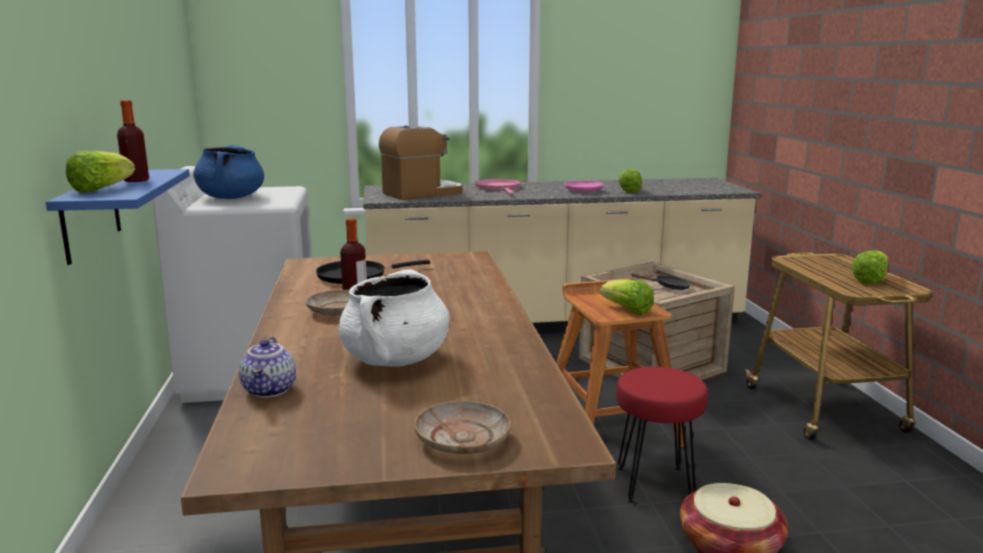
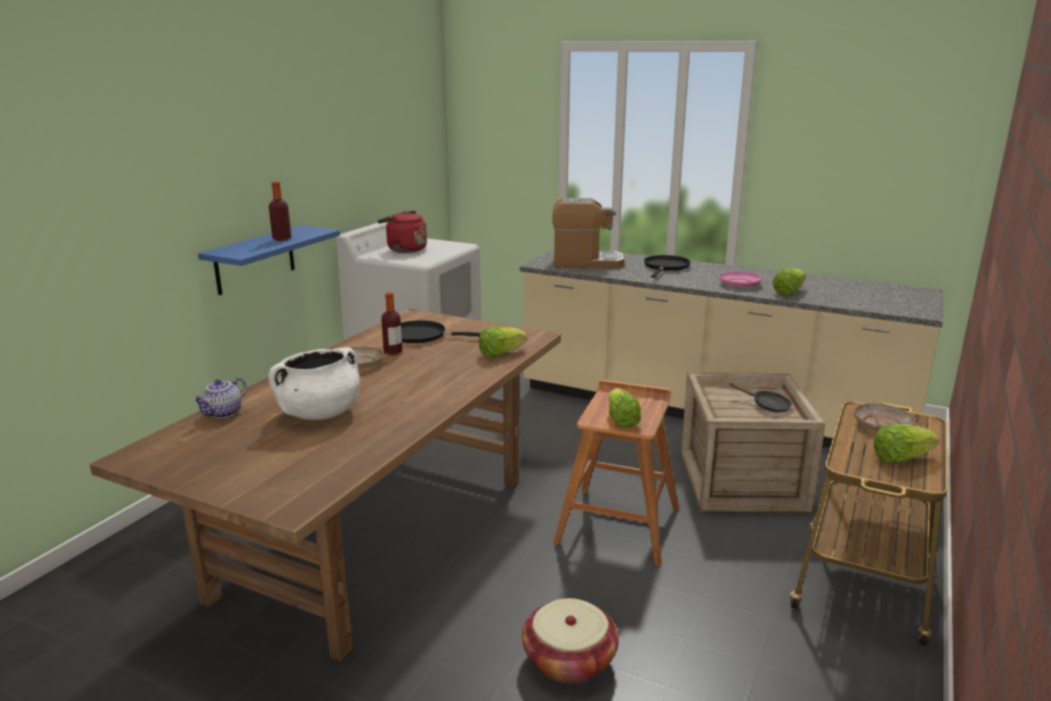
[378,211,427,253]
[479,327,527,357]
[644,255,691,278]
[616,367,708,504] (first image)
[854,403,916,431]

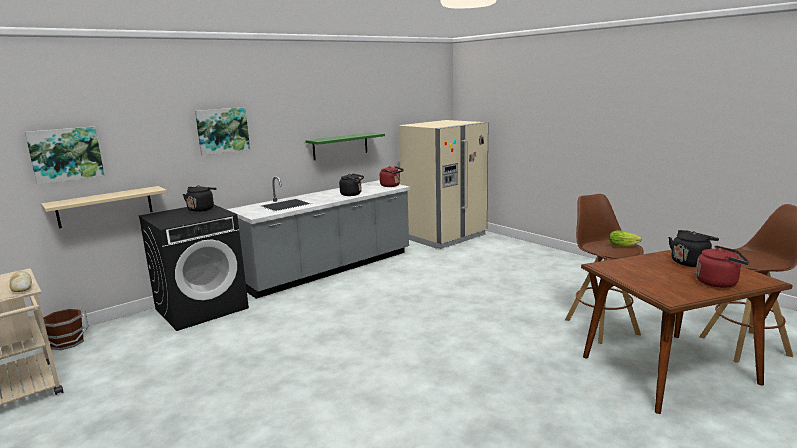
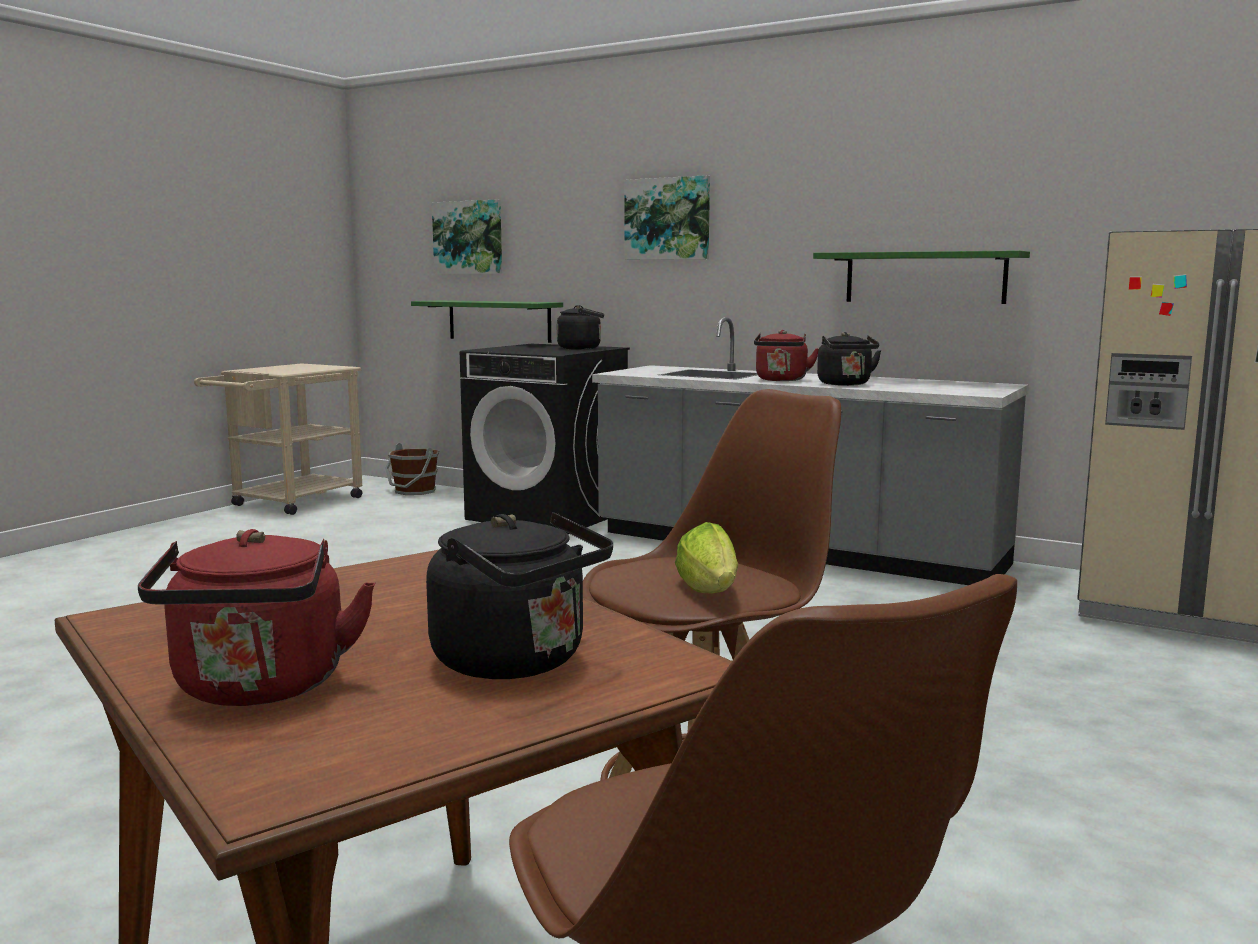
[754,330,819,381]
[411,300,563,343]
[9,271,32,292] (first image)

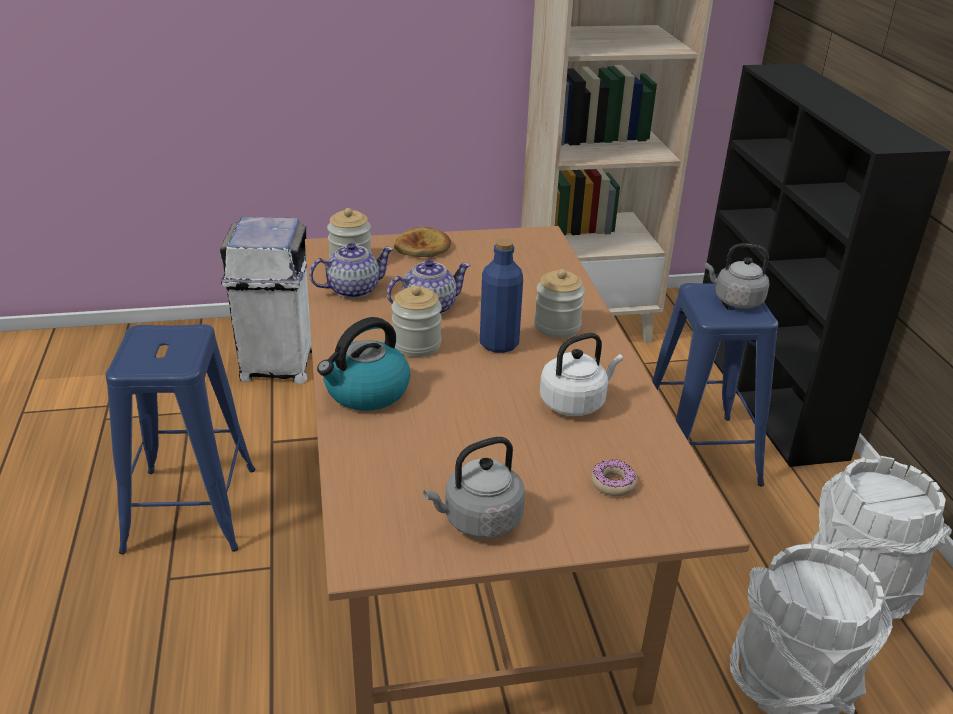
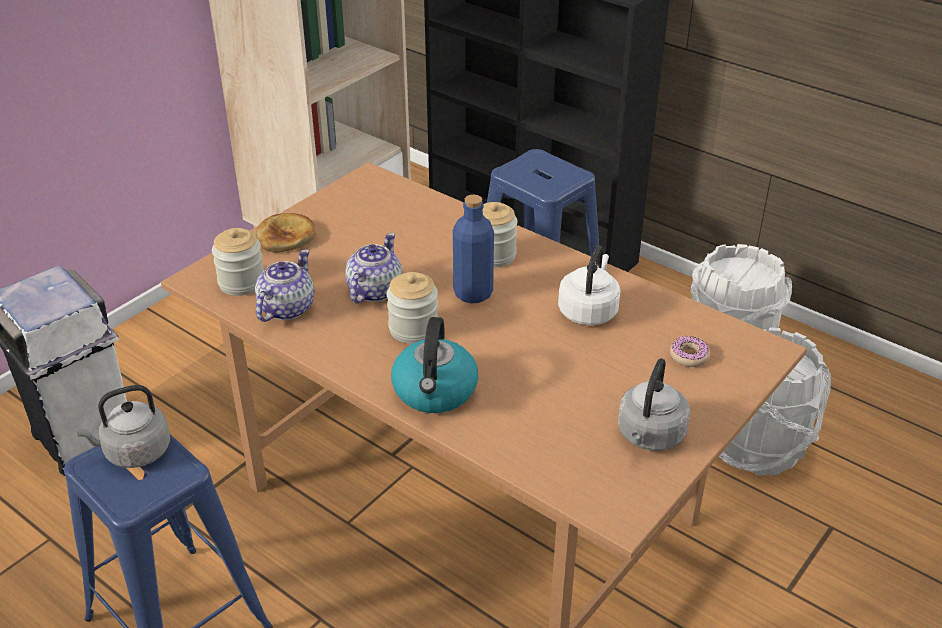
[75,385,170,468]

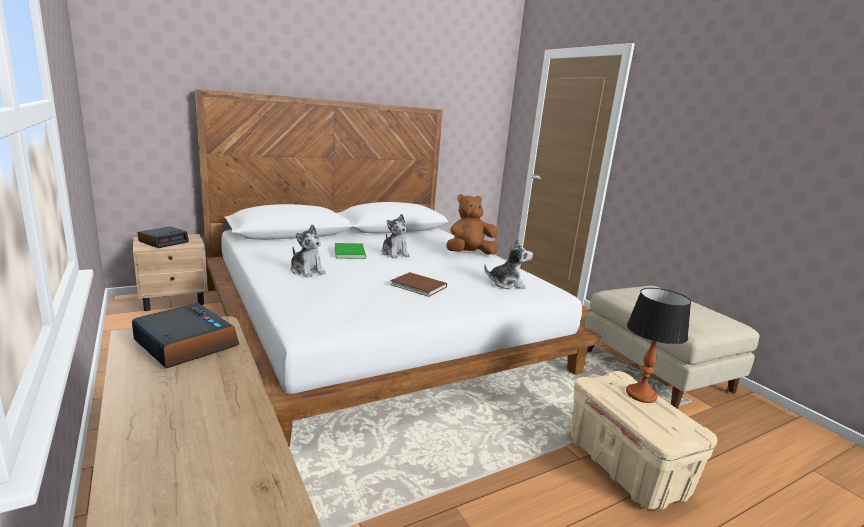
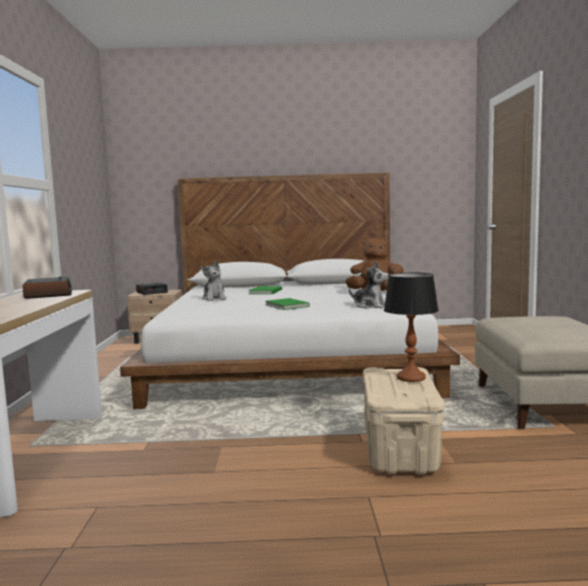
[382,214,410,259] (first image)
[266,298,310,310]

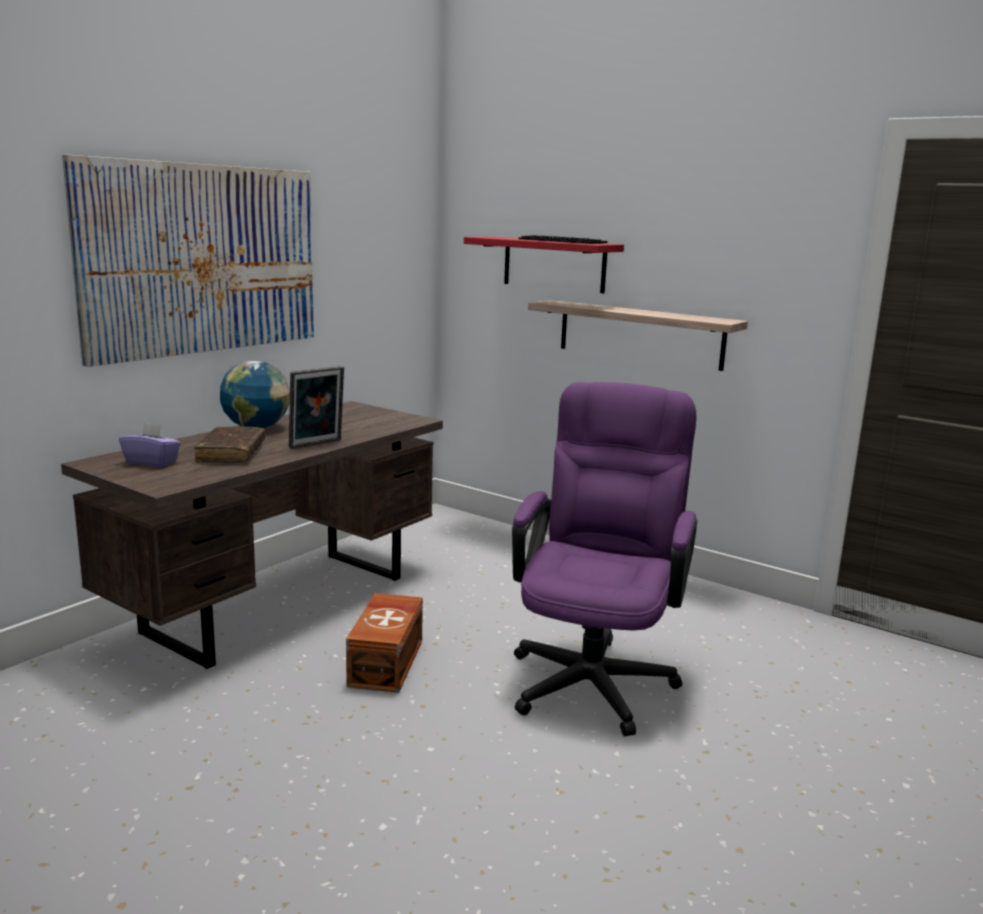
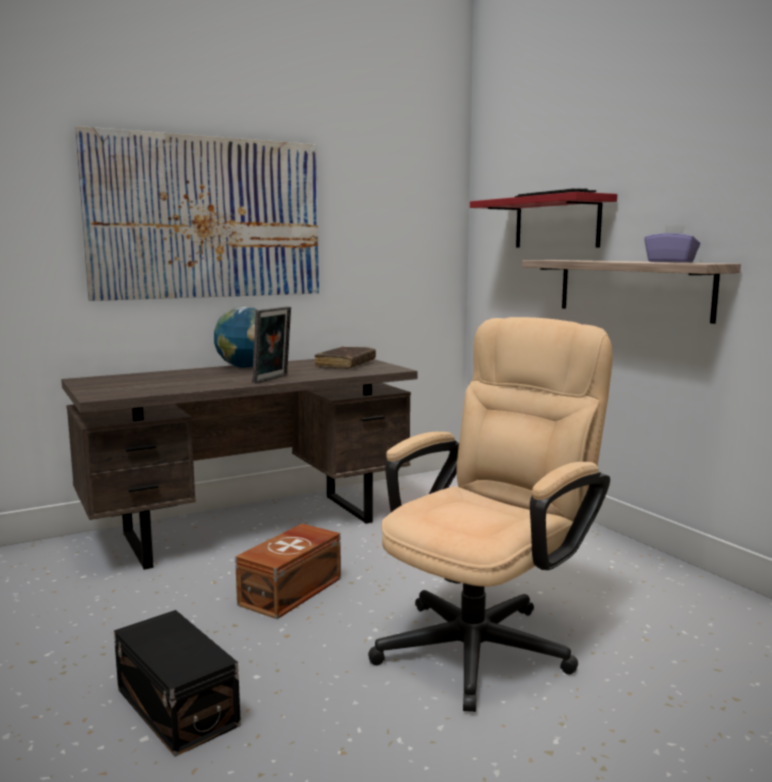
[252,306,291,384]
[368,317,613,712]
[644,225,700,263]
[315,346,376,369]
[114,610,241,757]

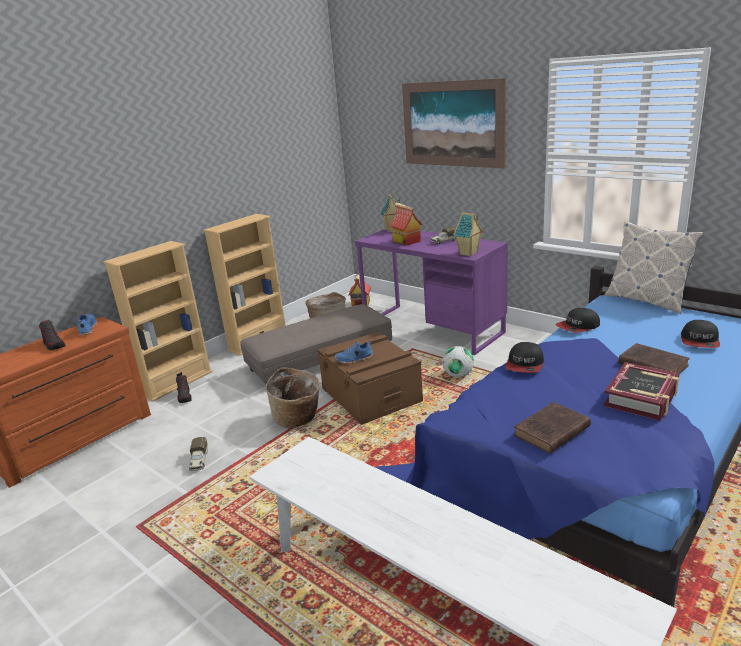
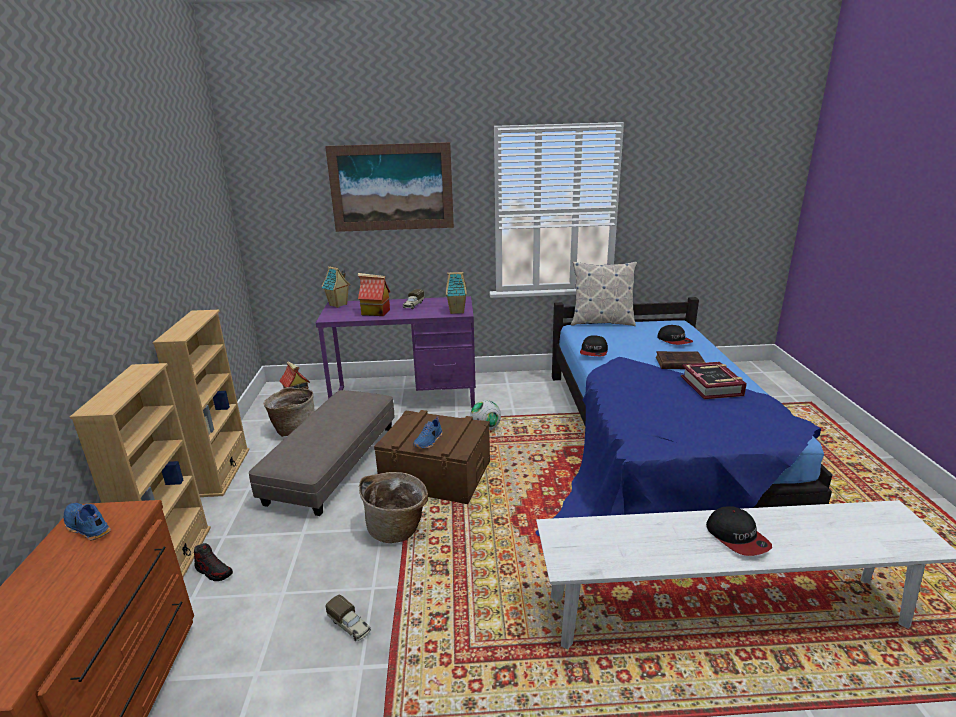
[39,320,66,350] (first image)
[706,506,772,556]
[513,402,591,454] (first image)

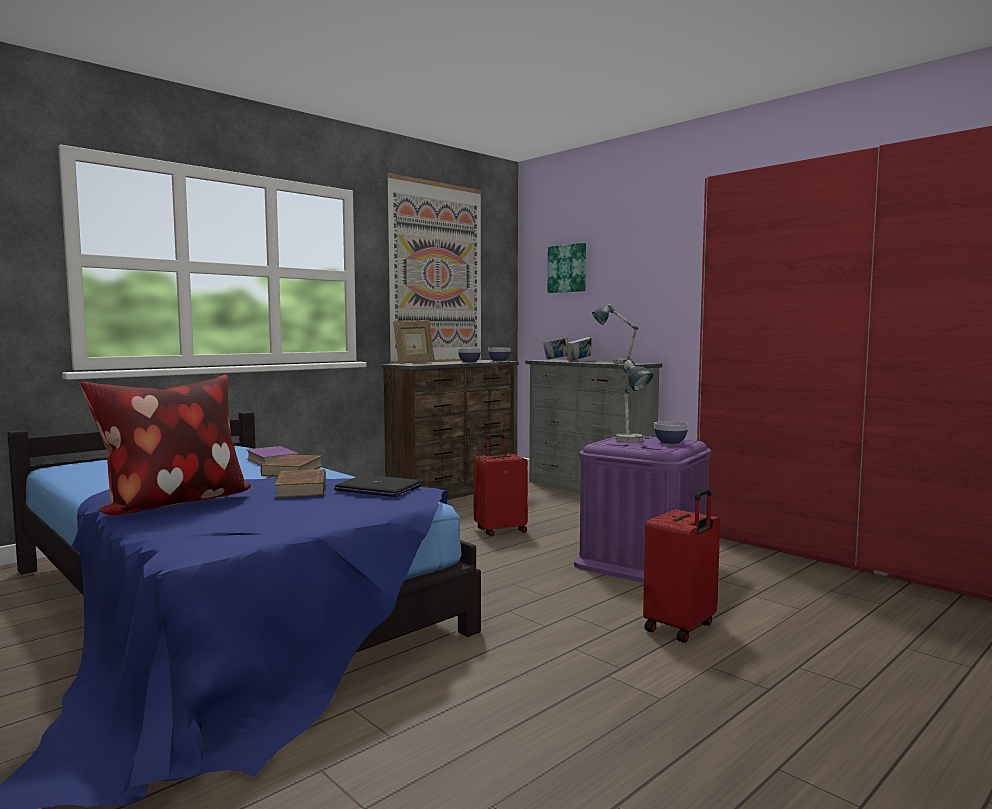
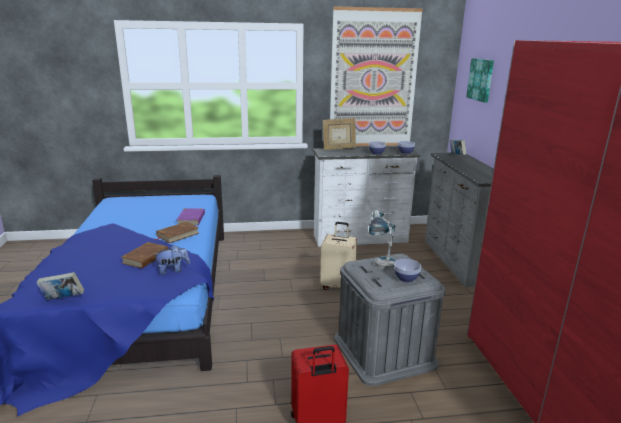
[592,304,638,363] (first image)
[36,272,84,300]
[313,147,420,247]
[80,375,251,515] (first image)
[320,222,357,290]
[335,254,446,386]
[153,245,190,275]

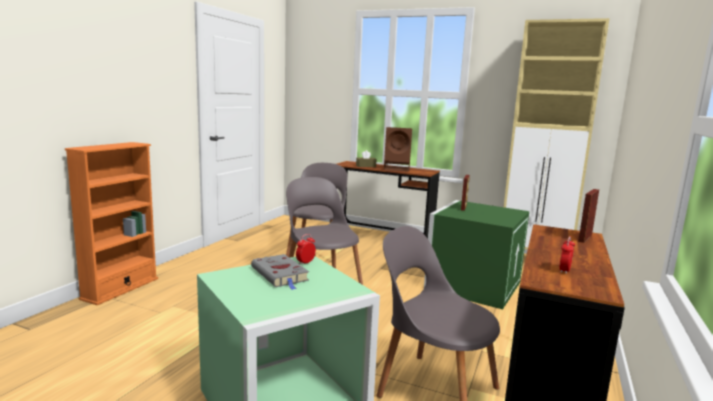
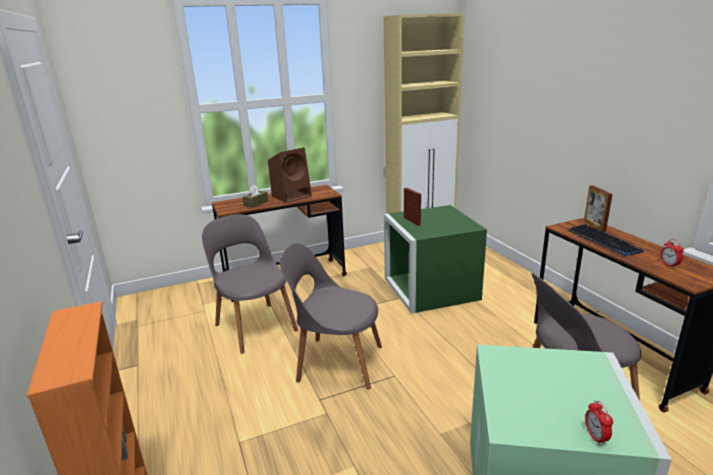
[585,401,613,445]
[251,254,309,290] (first image)
[567,224,643,256]

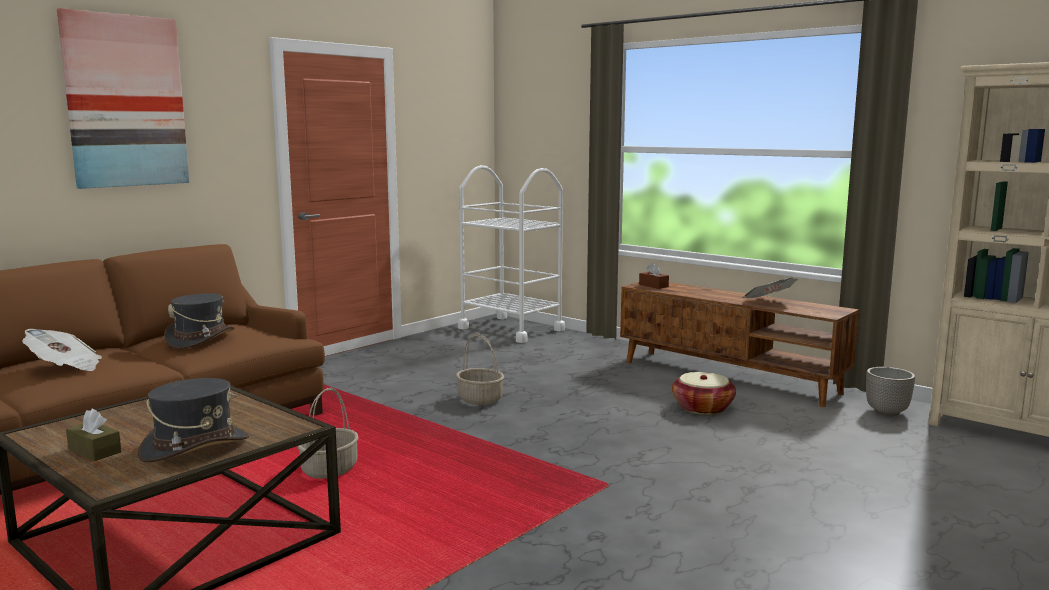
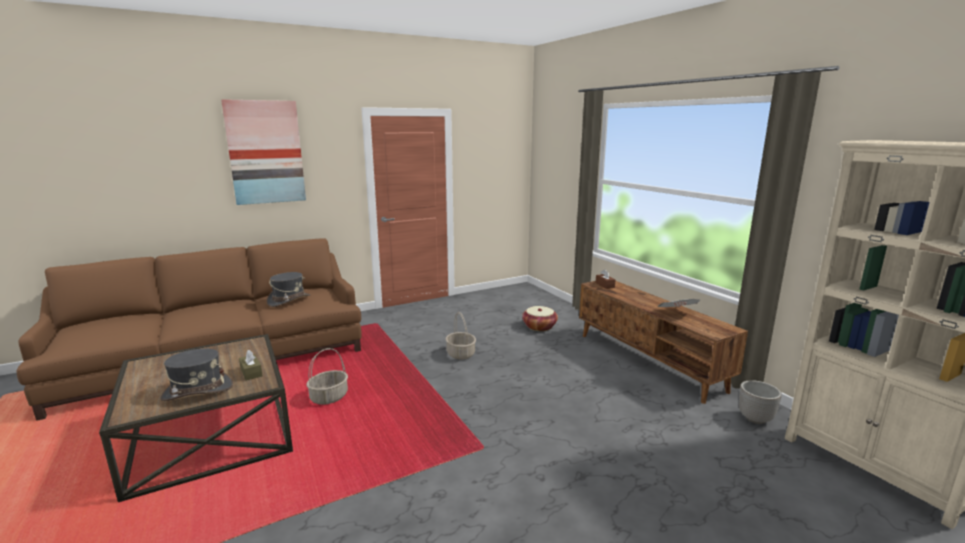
[458,165,565,343] (first image)
[22,329,102,371] (first image)
[522,306,558,331]
[239,350,263,381]

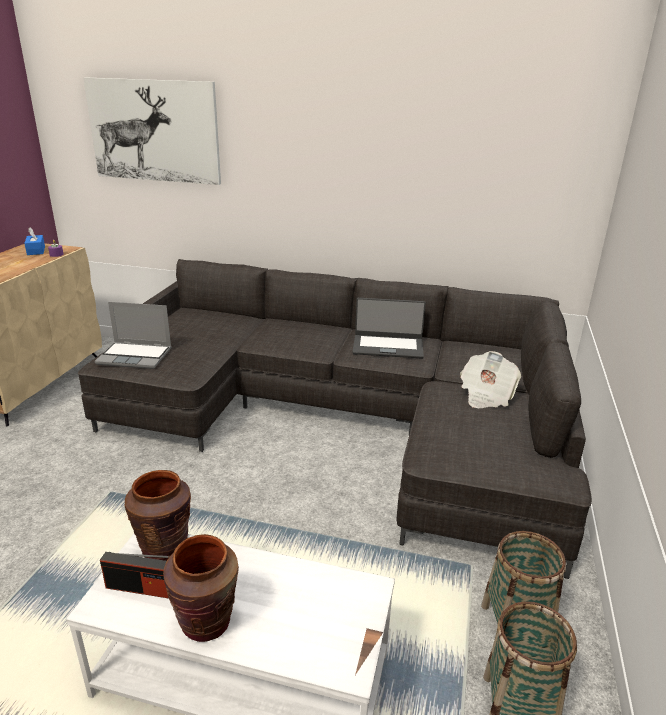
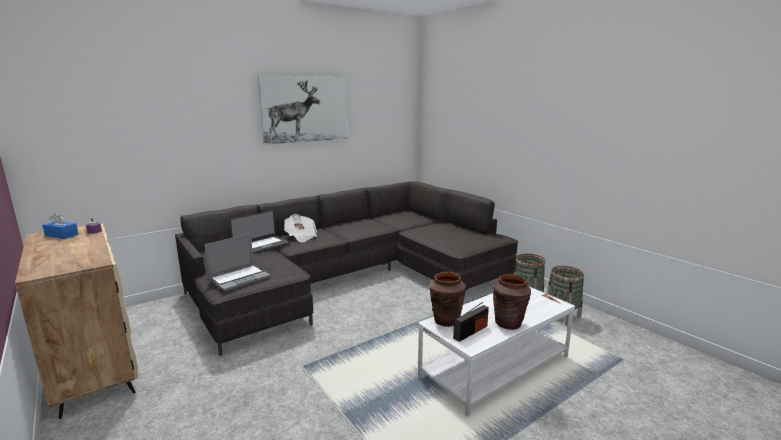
[257,76,348,145]
[230,210,290,254]
[284,214,317,242]

